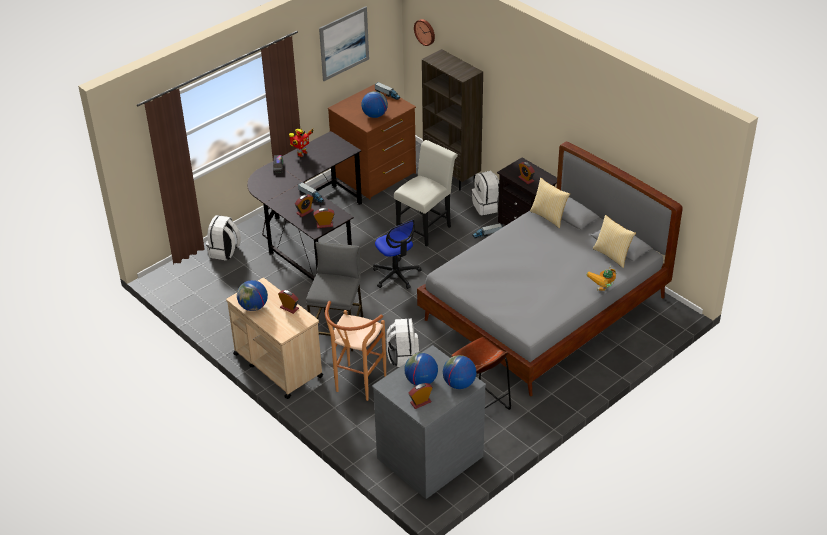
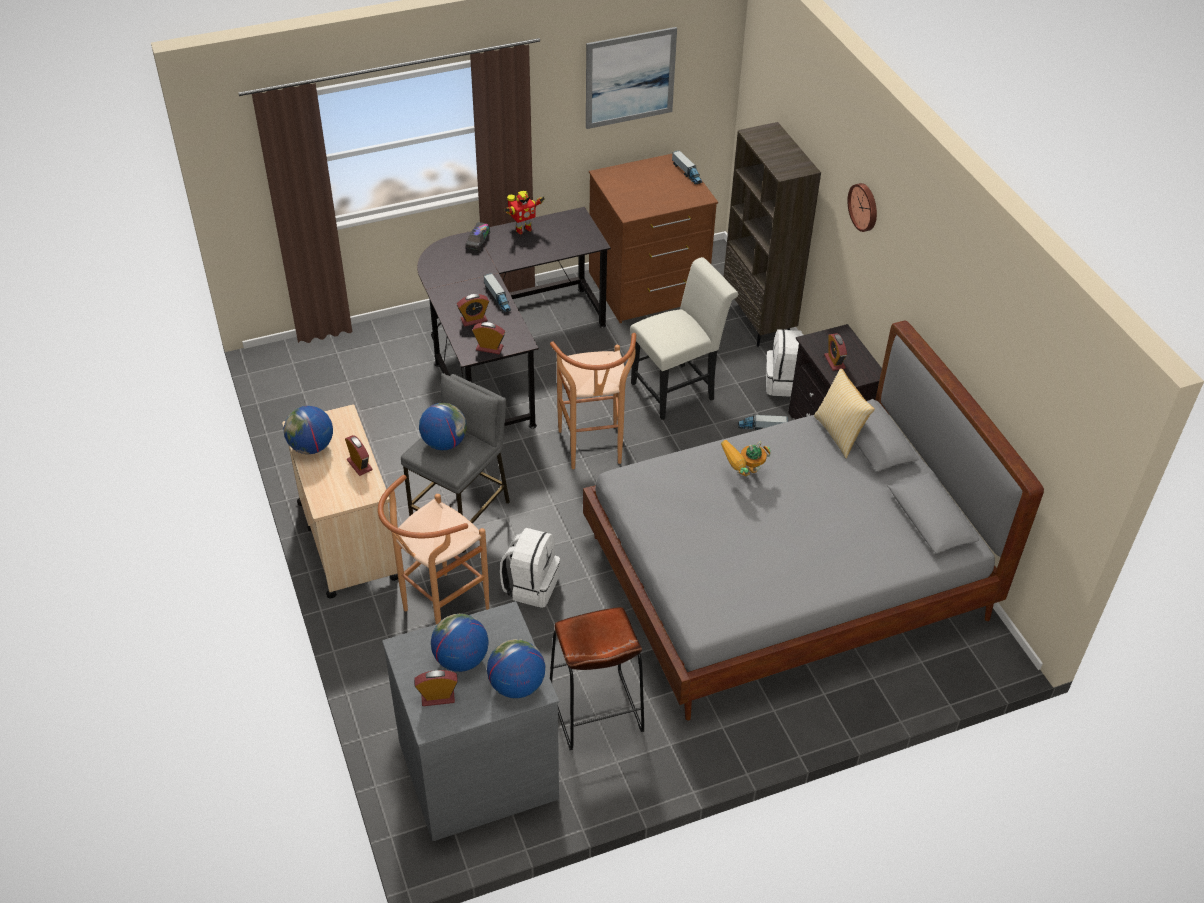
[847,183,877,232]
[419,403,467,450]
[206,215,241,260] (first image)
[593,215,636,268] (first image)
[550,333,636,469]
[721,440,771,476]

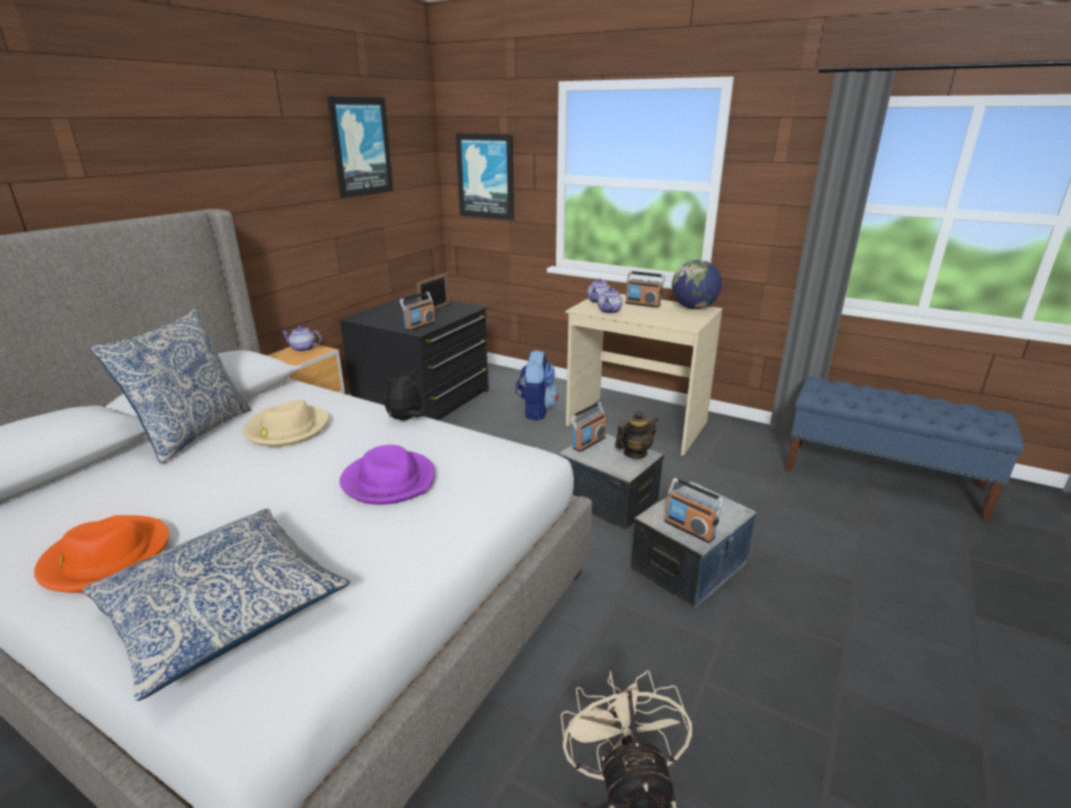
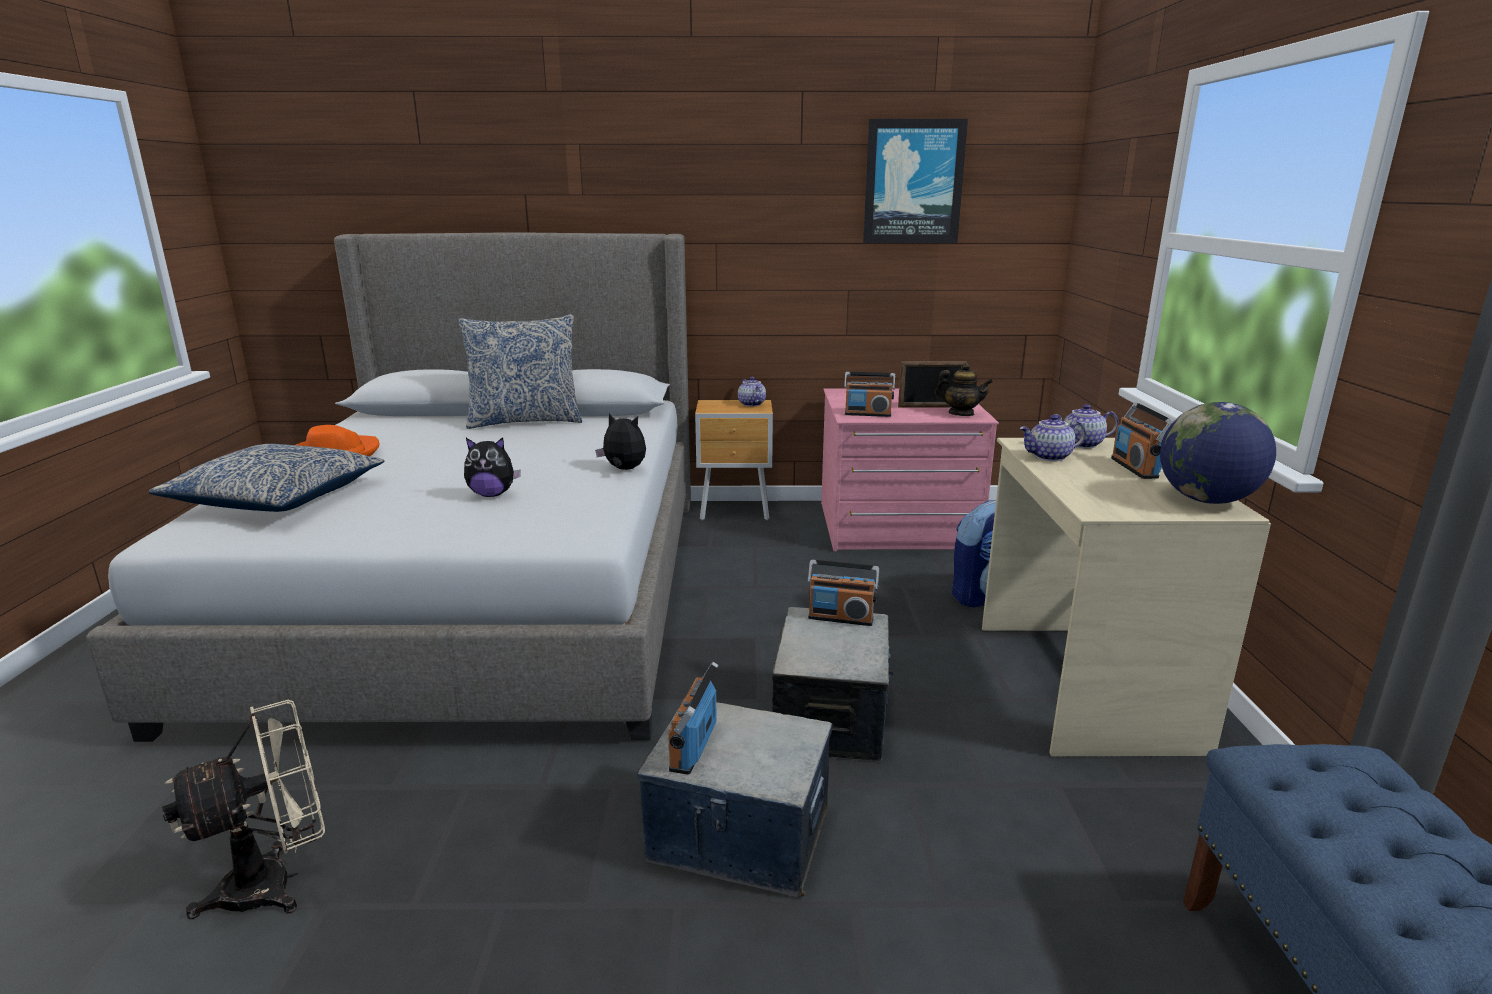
[456,133,514,220] (first image)
[821,388,999,551]
[243,400,328,447] (first image)
[935,363,993,416]
[464,437,521,497]

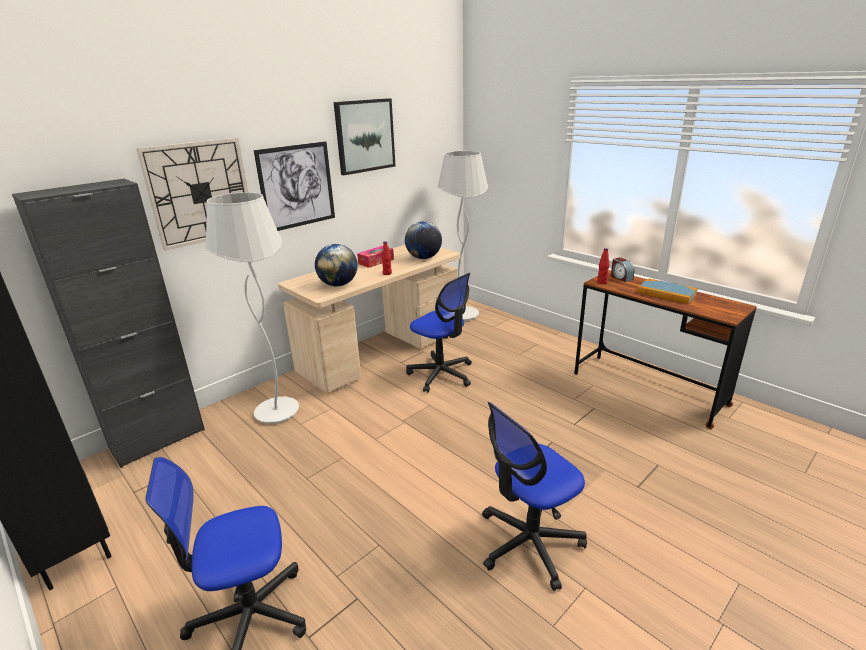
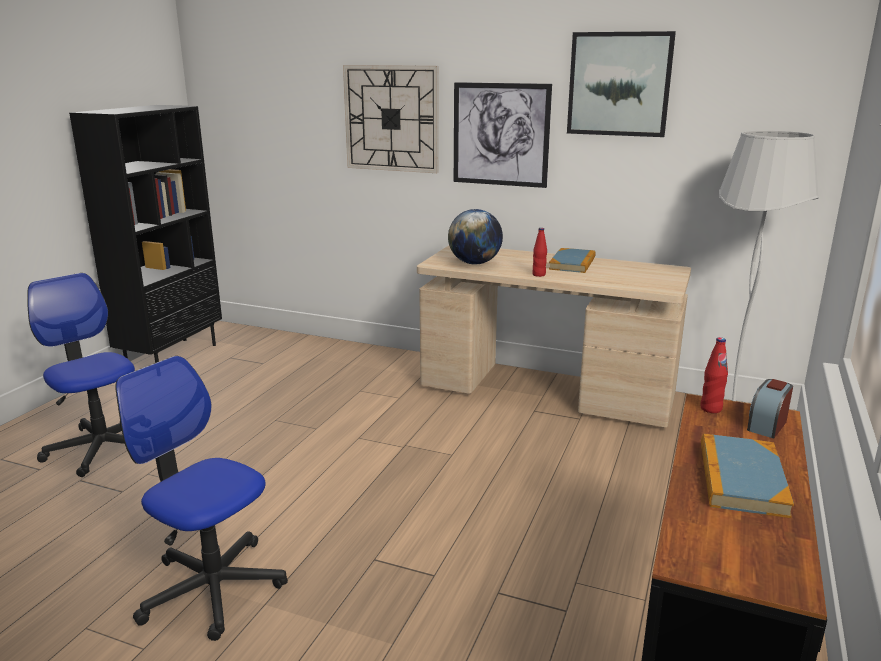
[12,179,205,468] (first image)
[205,192,299,424] (first image)
[405,221,442,259] (first image)
[549,248,596,273]
[406,273,472,393] (first image)

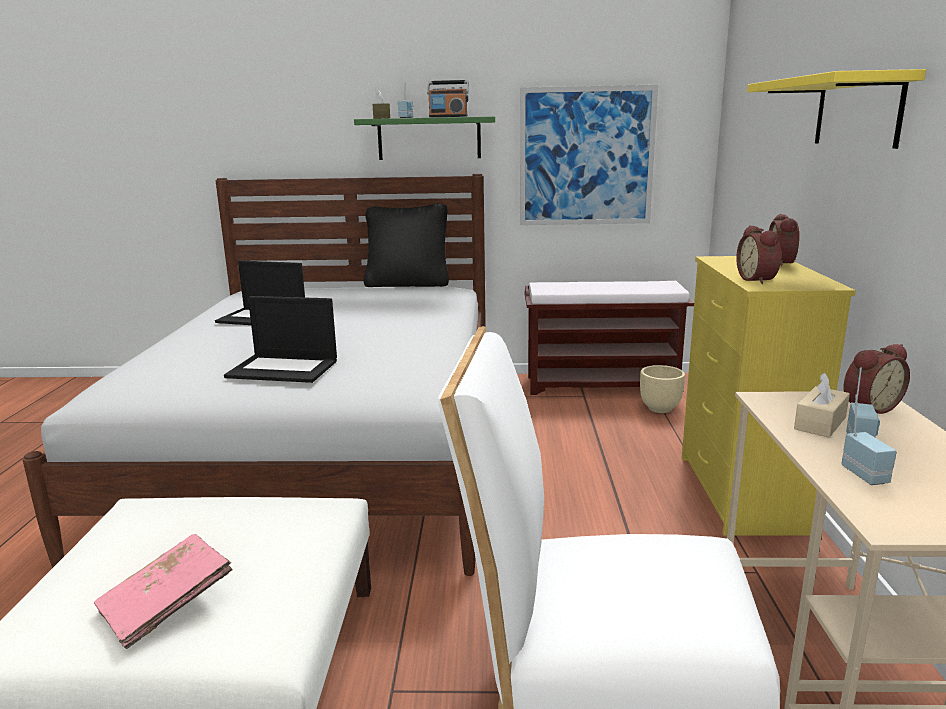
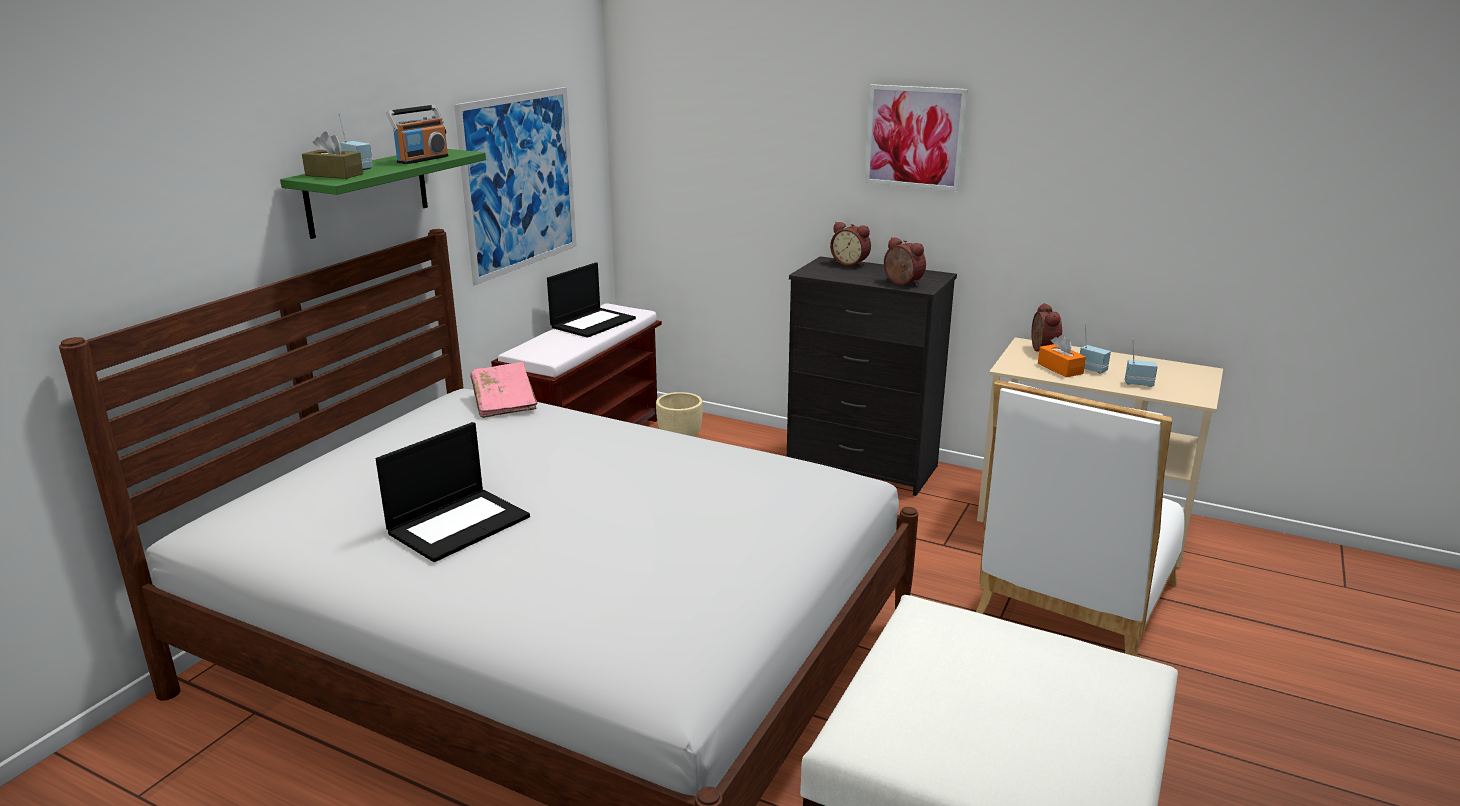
[865,84,968,191]
[364,203,449,287] (first image)
[884,237,926,286]
[787,256,957,496]
[547,263,636,338]
[1038,335,1086,377]
[471,361,537,418]

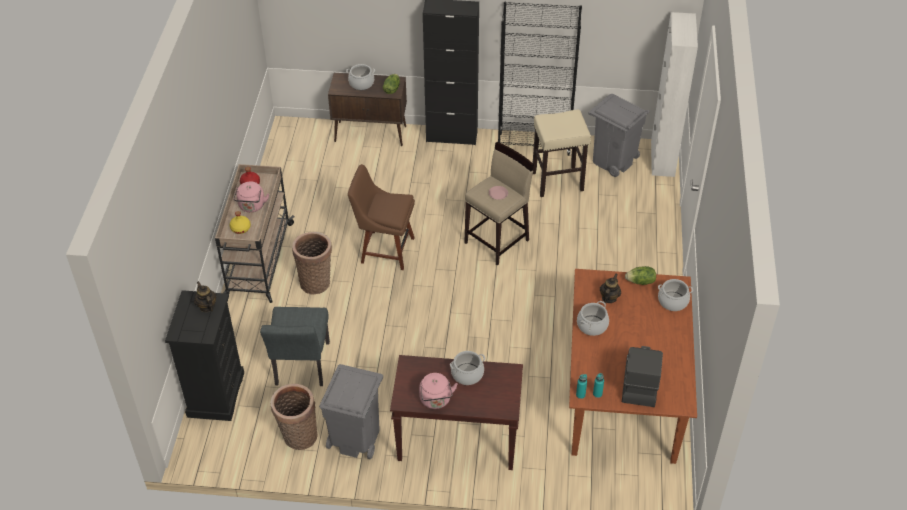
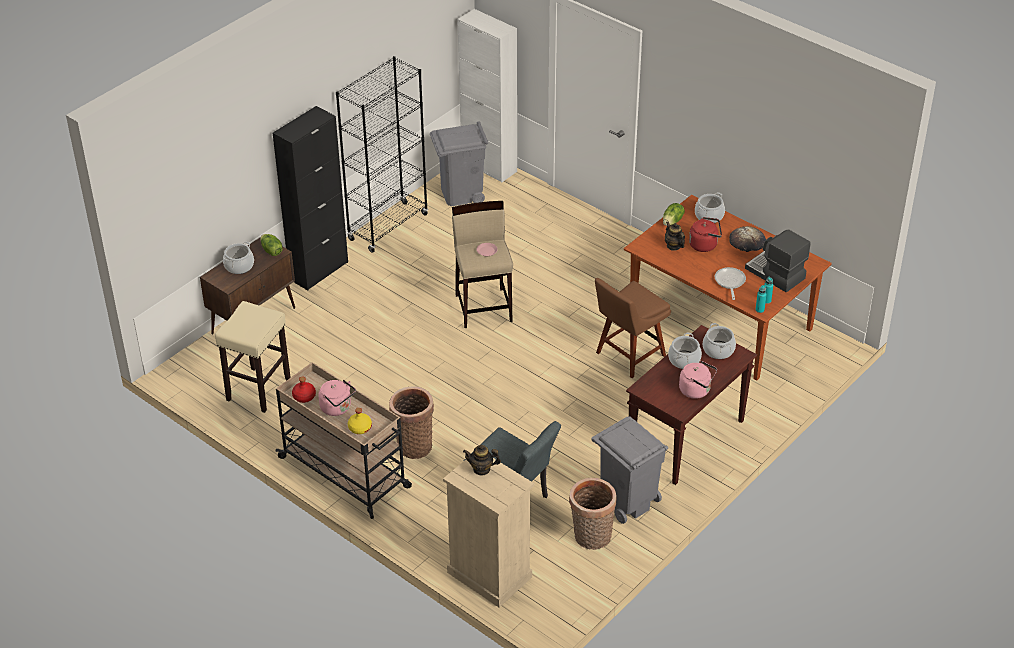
[215,301,291,413]
[595,278,671,378]
[443,458,534,607]
[703,323,736,359]
[689,217,722,252]
[729,226,766,252]
[715,267,746,300]

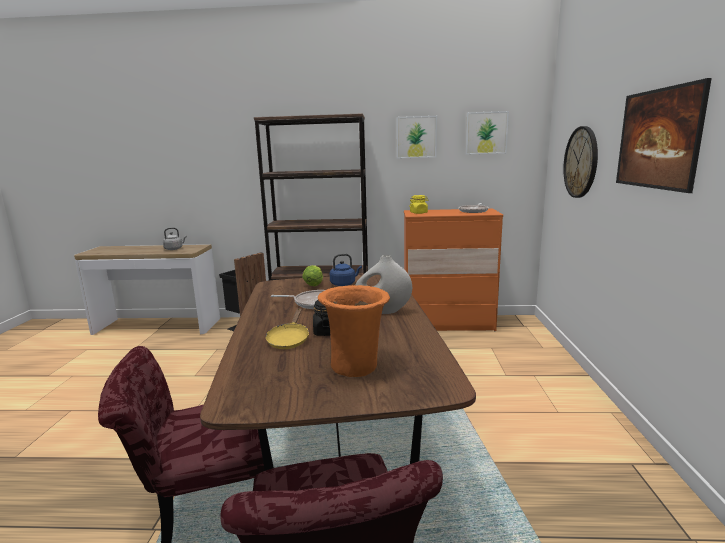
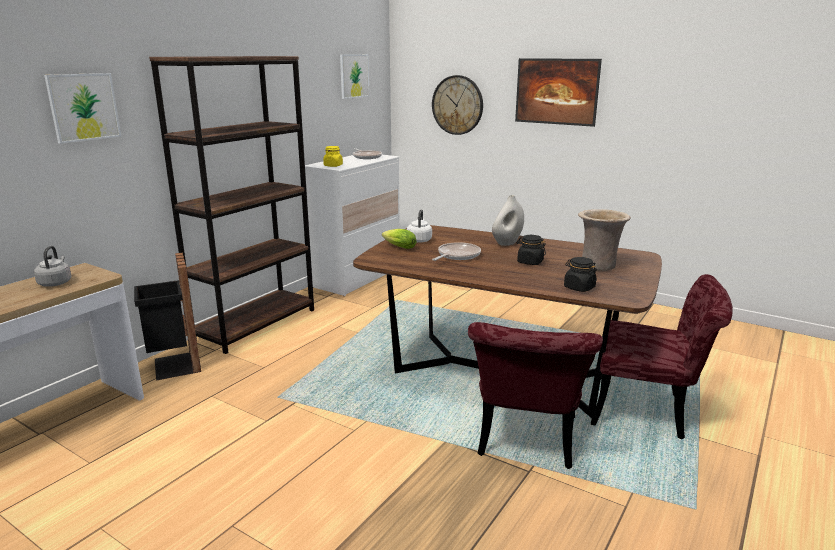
[44,73,121,144]
[305,155,400,296]
[407,209,432,243]
[578,209,631,271]
[266,308,309,349] (first image)
[564,257,597,292]

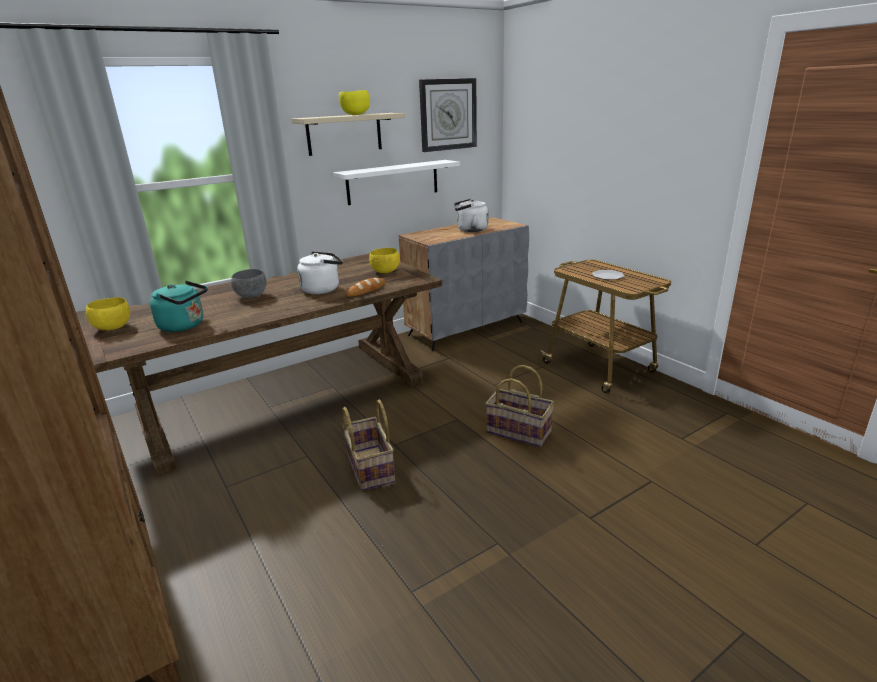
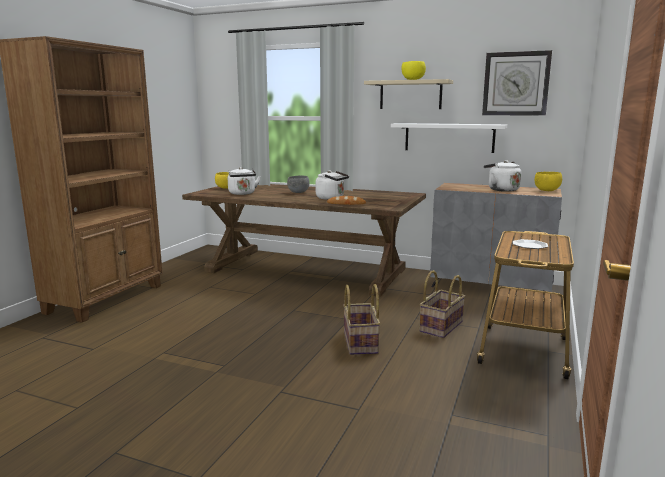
[535,172,562,191]
[228,167,260,195]
[419,270,465,338]

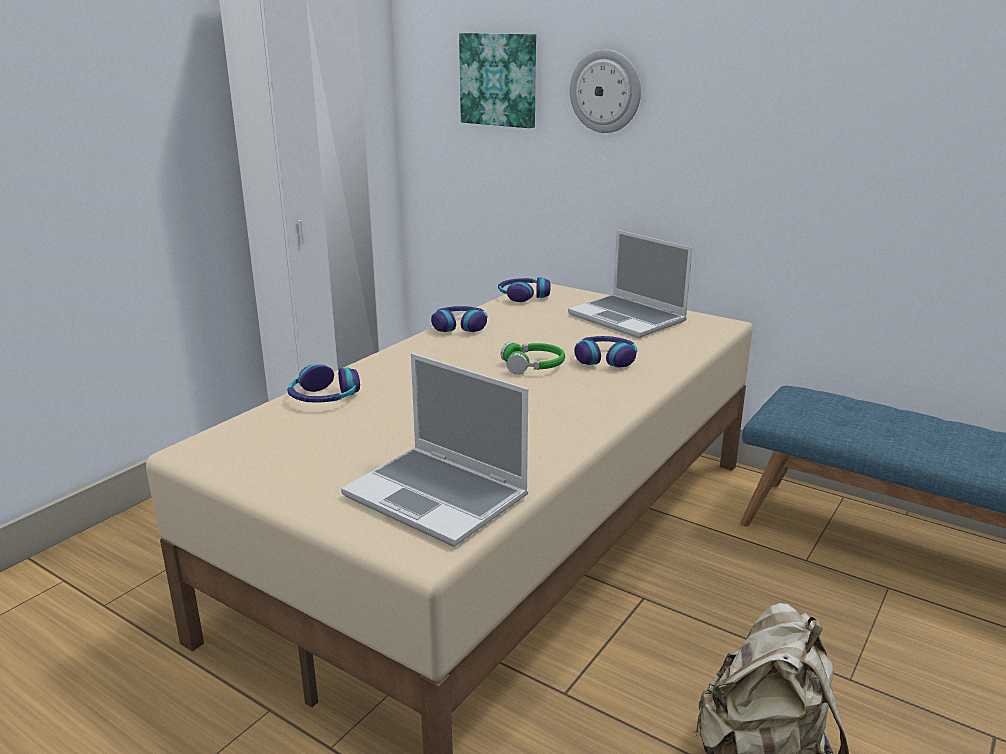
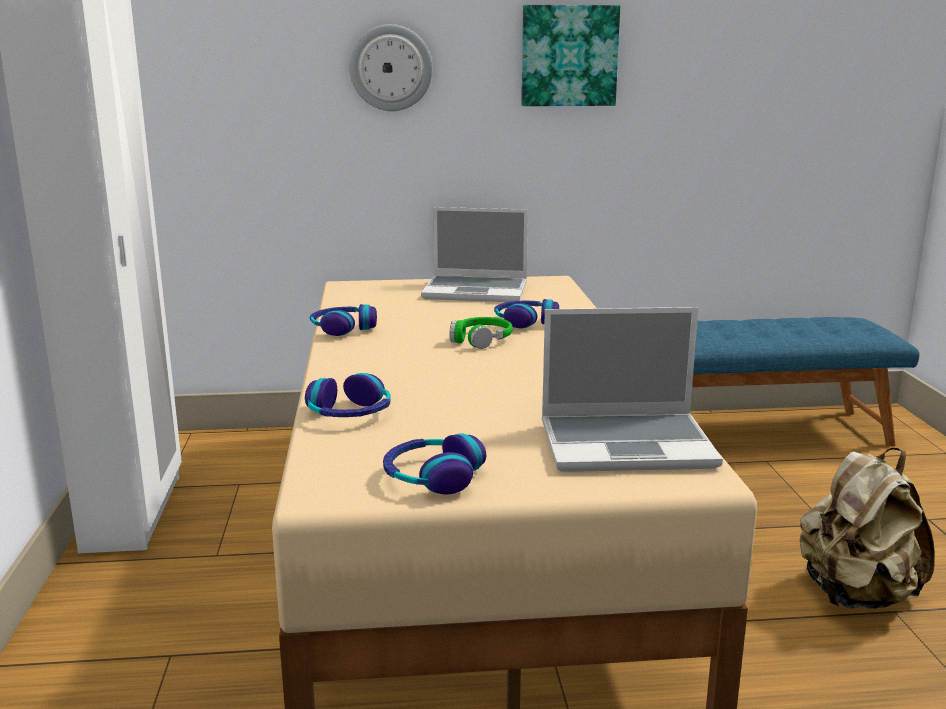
[521,5,620,106]
[383,434,486,495]

